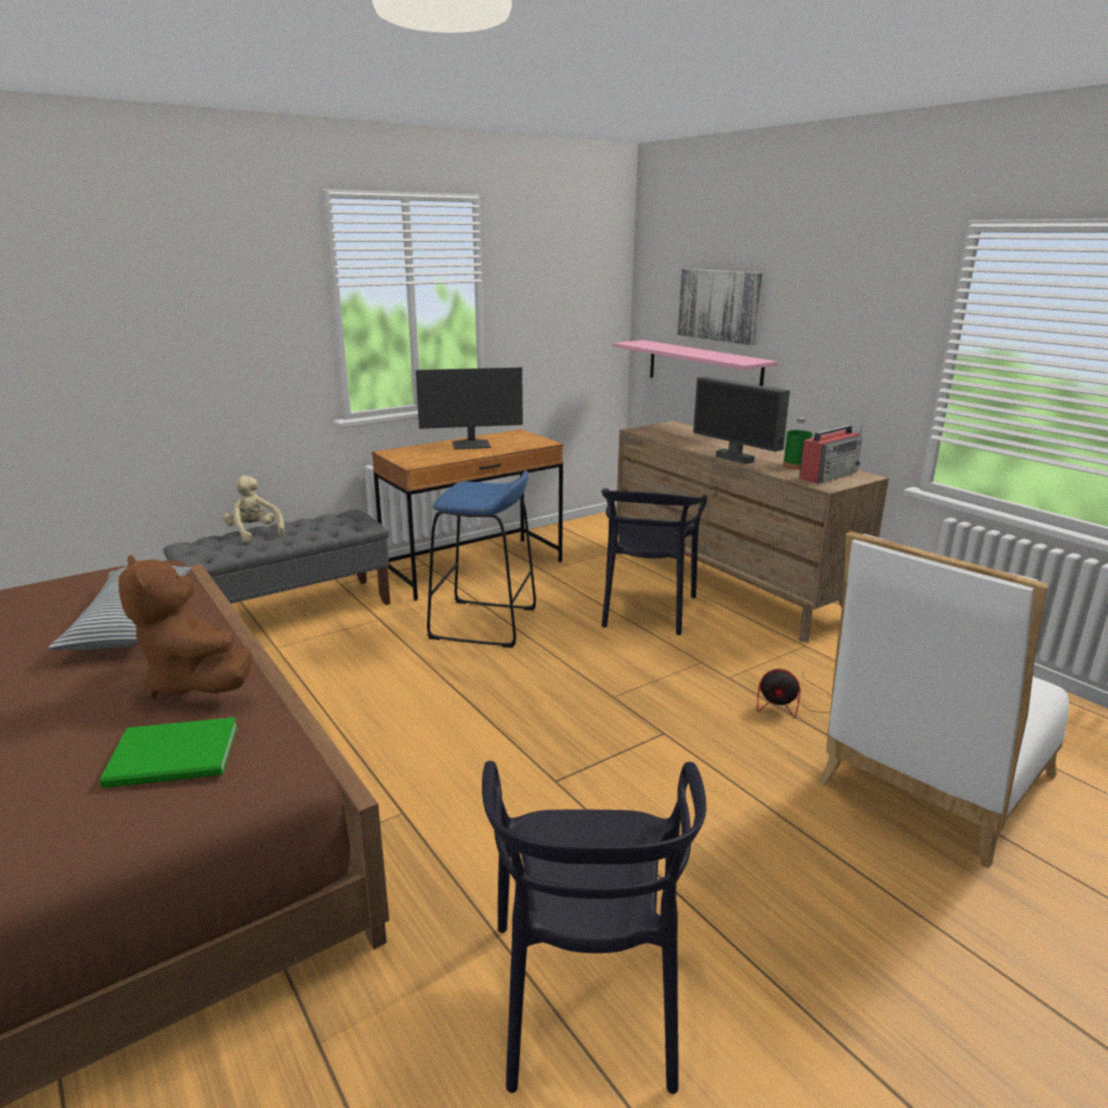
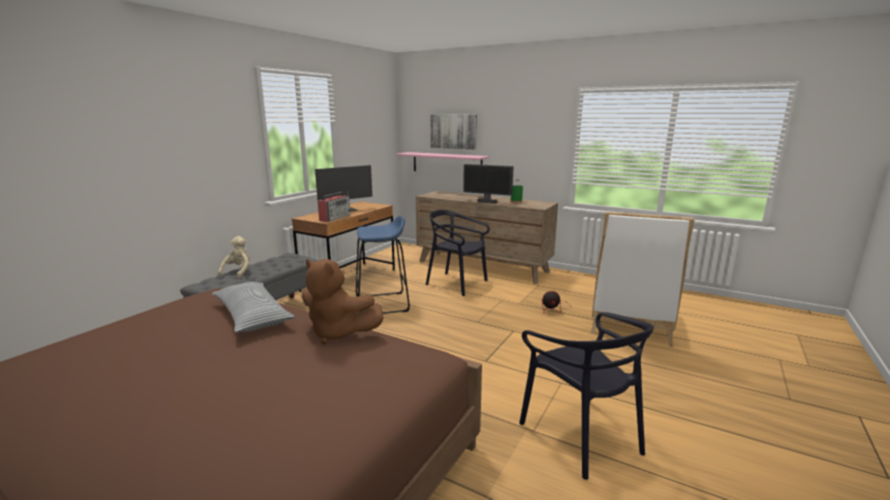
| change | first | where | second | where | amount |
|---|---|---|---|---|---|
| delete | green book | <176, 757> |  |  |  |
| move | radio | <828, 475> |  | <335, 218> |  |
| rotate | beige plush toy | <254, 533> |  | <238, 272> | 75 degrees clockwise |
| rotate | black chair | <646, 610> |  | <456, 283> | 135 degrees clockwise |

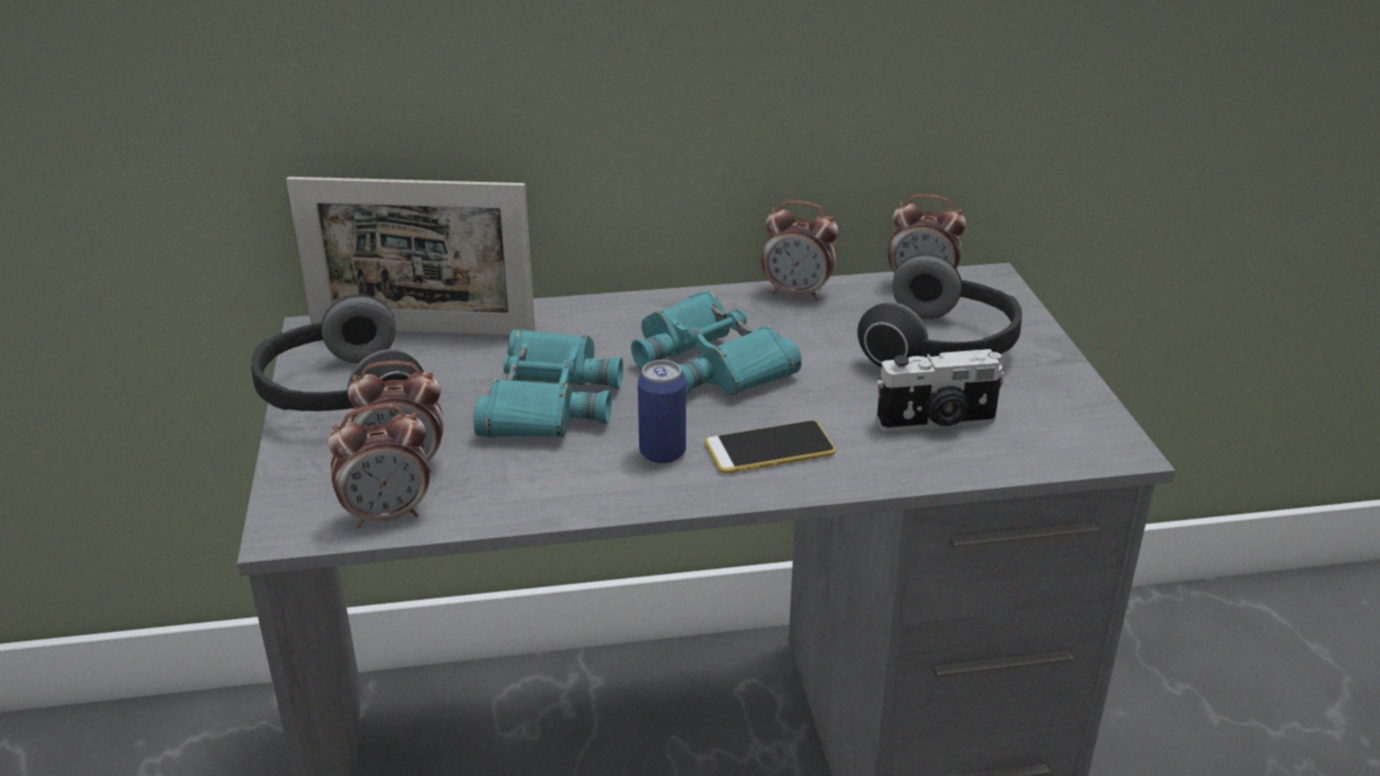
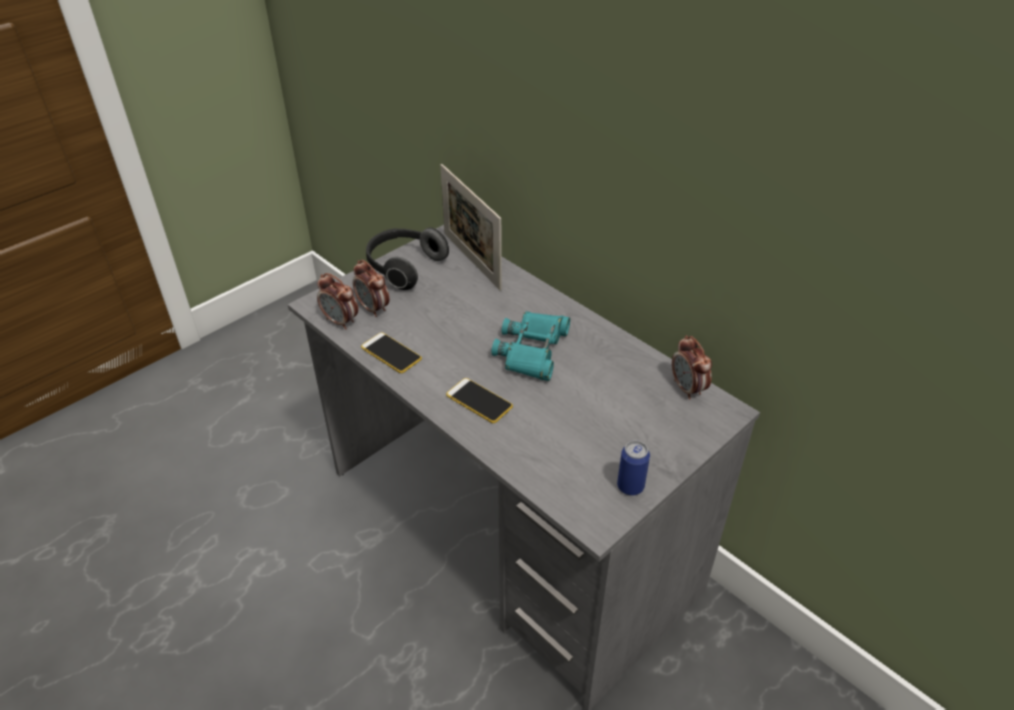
| change | first | where | second | where | amount |
|---|---|---|---|---|---|
| delete | turquoise binoculars | <548, 401> |  |  |  |
| delete | alarm clock | <797, 293> |  |  |  |
| delete | headphones | <942, 349> |  |  |  |
| delete | photo camera | <937, 423> |  |  |  |
| insert |  |  | phone | <391, 353> |  |
| move | can | <662, 453> |  | <630, 486> |  |

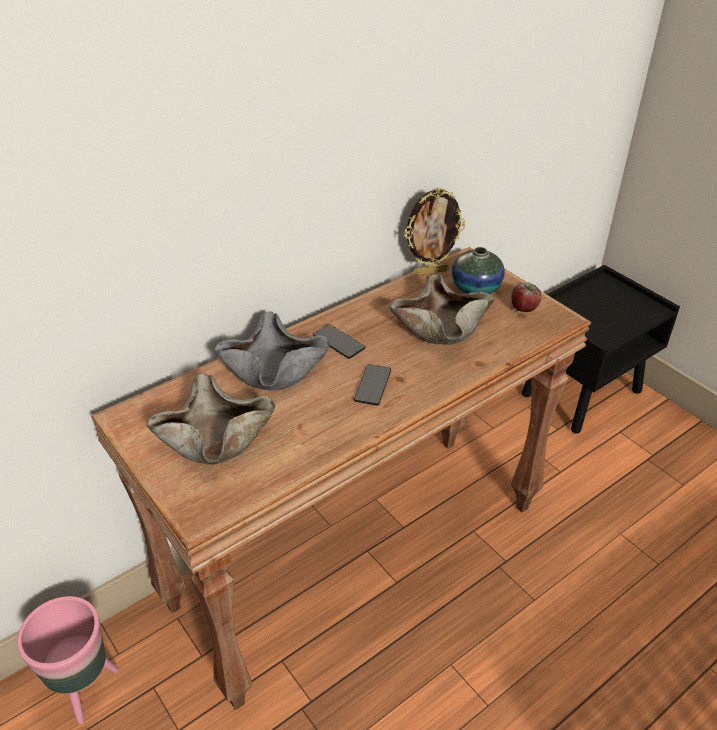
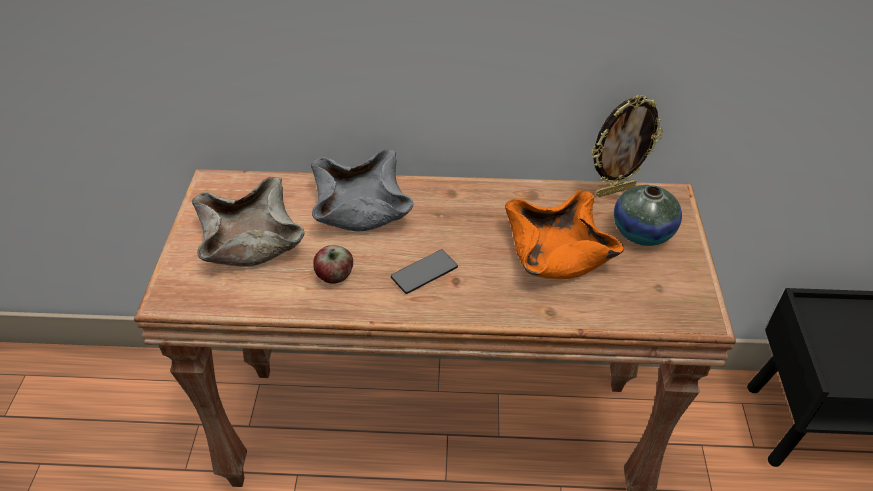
| change | first | where | second | where | amount |
|---|---|---|---|---|---|
| delete | pink planter | <85, 688> |  |  |  |
| delete | phone | <338, 342> |  |  |  |
| move | apple | <524, 308> |  | <335, 276> |  |
| recolor | beige bowl | <441, 327> | orange bowl | <556, 253> |  |
| rotate | picture frame | <430, 271> |  | <615, 190> | 45 degrees counterclockwise |

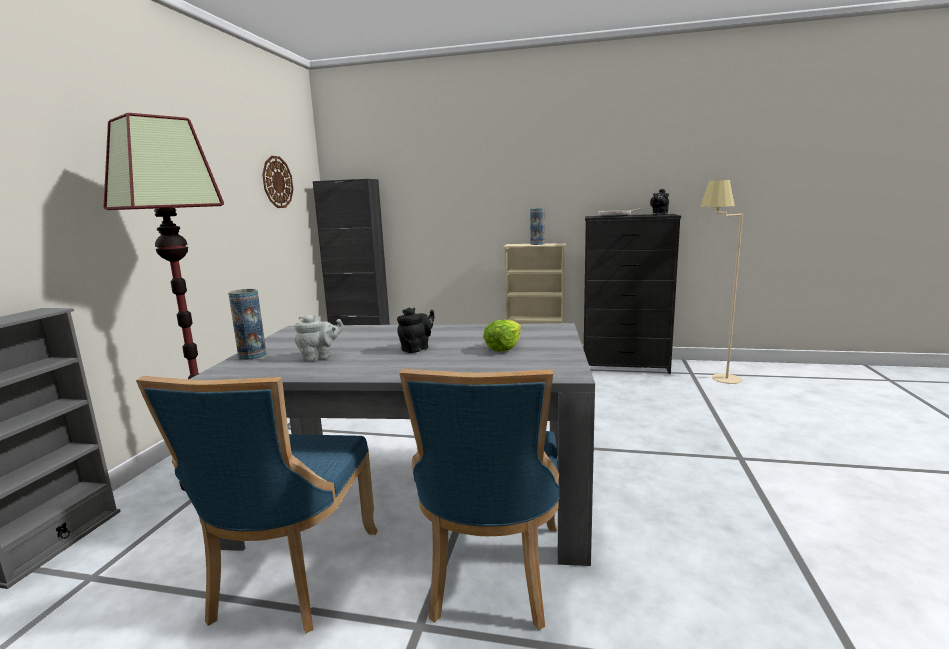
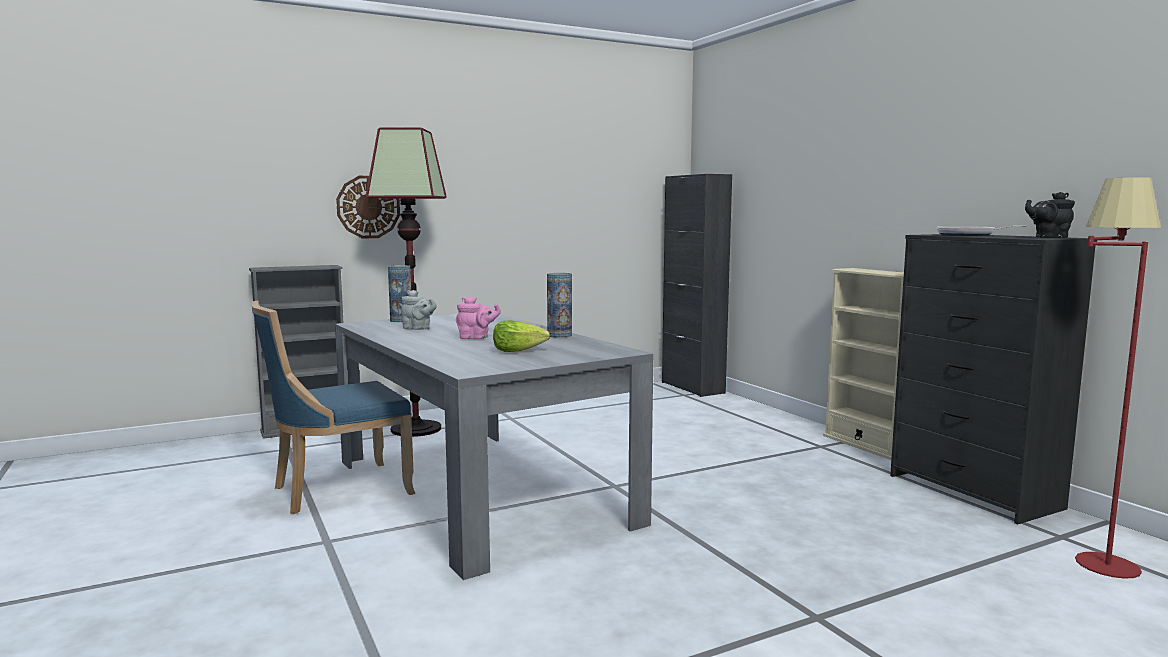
| change | first | where | second | where | amount |
|---|---|---|---|---|---|
| delete | blue chair | <492, 574> |  |  |  |
| move | wall clock | <277, 182> |  | <368, 207> |  |
| move | vase | <537, 244> |  | <559, 335> |  |
| recolor | black teapot | <417, 348> | pink teapot | <476, 338> |  |
| recolor | beige floor lamp | <713, 375> | red floor lamp | <1093, 553> |  |

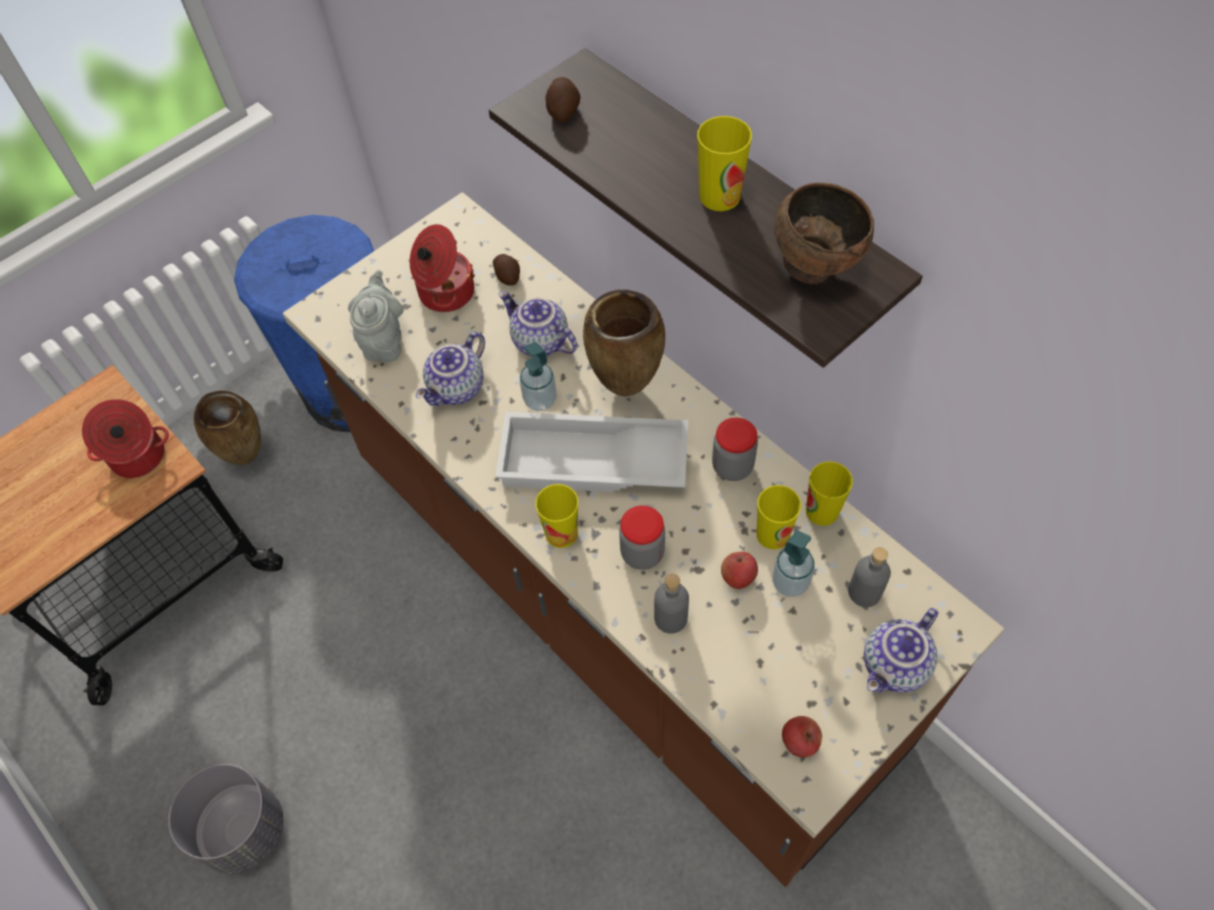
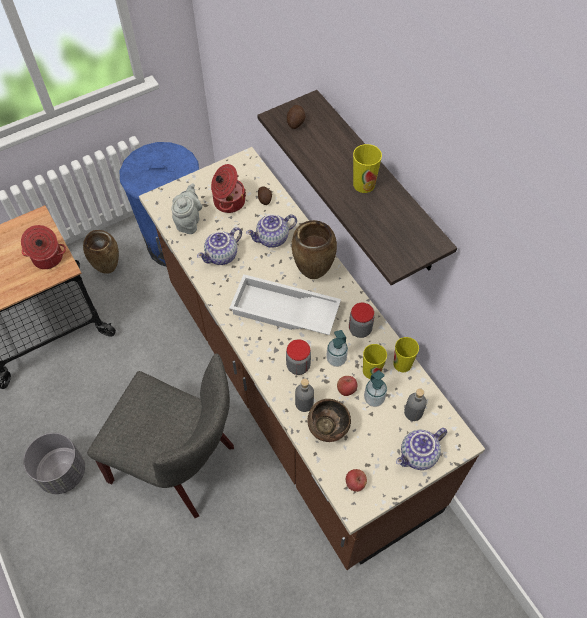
| change | first | where | second | where | amount |
|---|---|---|---|---|---|
| delete | cup | <561, 533> |  |  |  |
| insert |  |  | grey chair | <180, 464> |  |
| move | soap dispenser | <540, 400> |  | <336, 359> |  |
| move | brown bowl | <814, 267> |  | <327, 429> |  |
| rotate | teapot | <539, 342> |  | <272, 239> | 75 degrees counterclockwise |

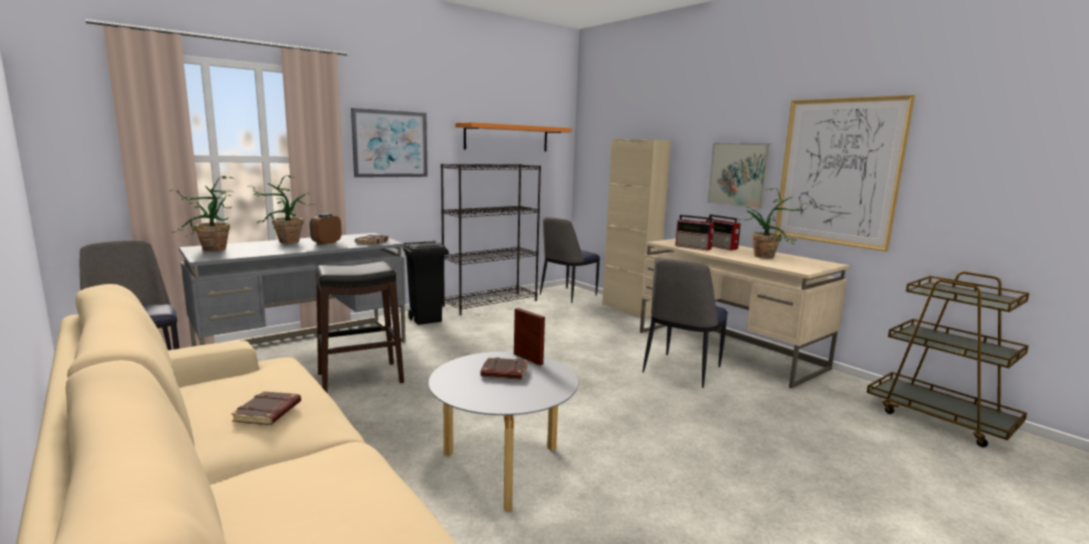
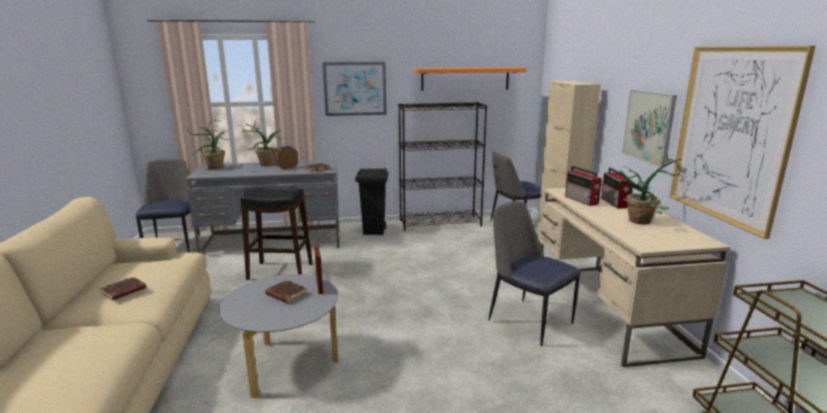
| change | first | where | second | where | amount |
|---|---|---|---|---|---|
| rotate | chair | <681, 371> |  | <528, 320> | 75 degrees clockwise |

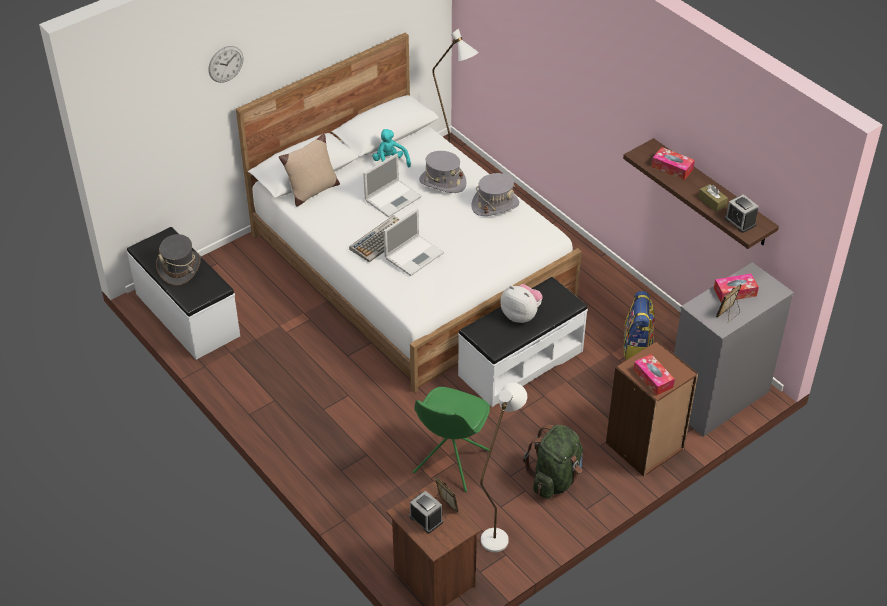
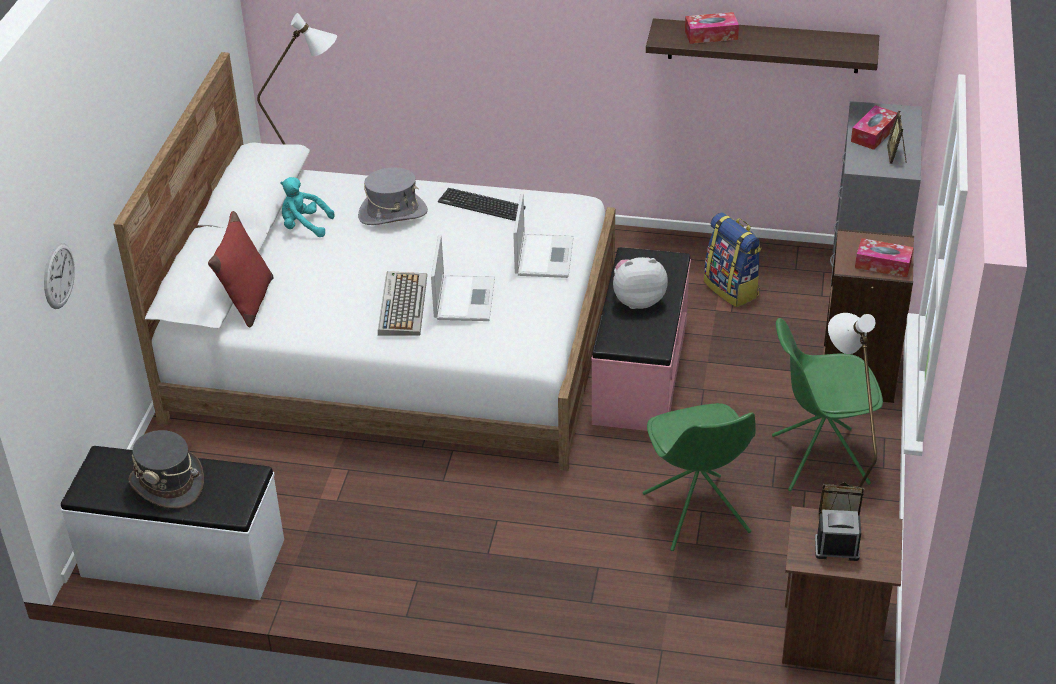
| change | first | where | second | where | amount |
|---|---|---|---|---|---|
| delete | brown tissue box | <712, 202> |  |  |  |
| delete | alarm clock | <740, 222> |  |  |  |
| move | wall clock | <225, 64> |  | <58, 276> |  |
| move | laptop | <393, 198> |  | <544, 255> |  |
| replace | grey hat | <495, 205> | keyboard | <481, 205> |  |
| replace | green backpack | <555, 478> | green chair | <817, 459> |  |
| recolor | beige pillow | <312, 191> | red pillow | <248, 302> |  |
| recolor | white bench | <520, 363> | pink bench | <639, 372> |  |

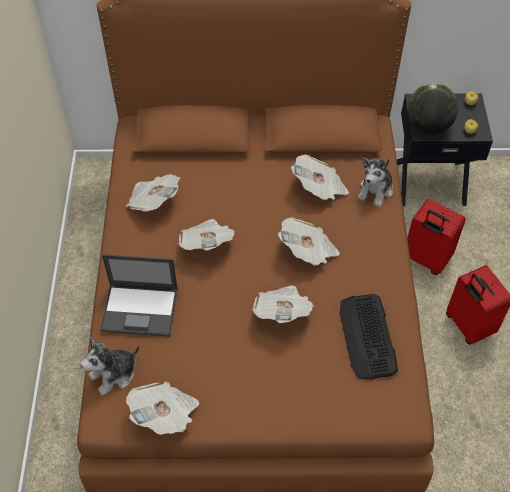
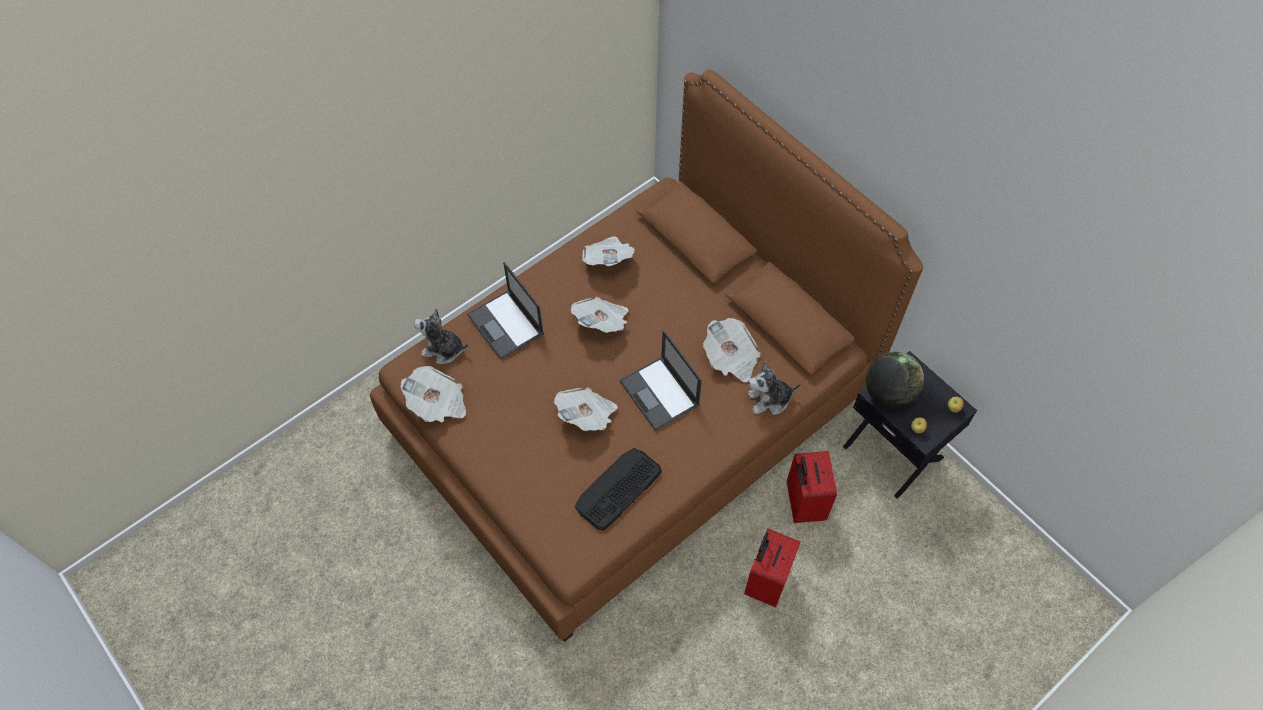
| change | first | where | second | where | amount |
|---|---|---|---|---|---|
| replace | newspaper | <308, 251> | laptop | <660, 394> |  |

